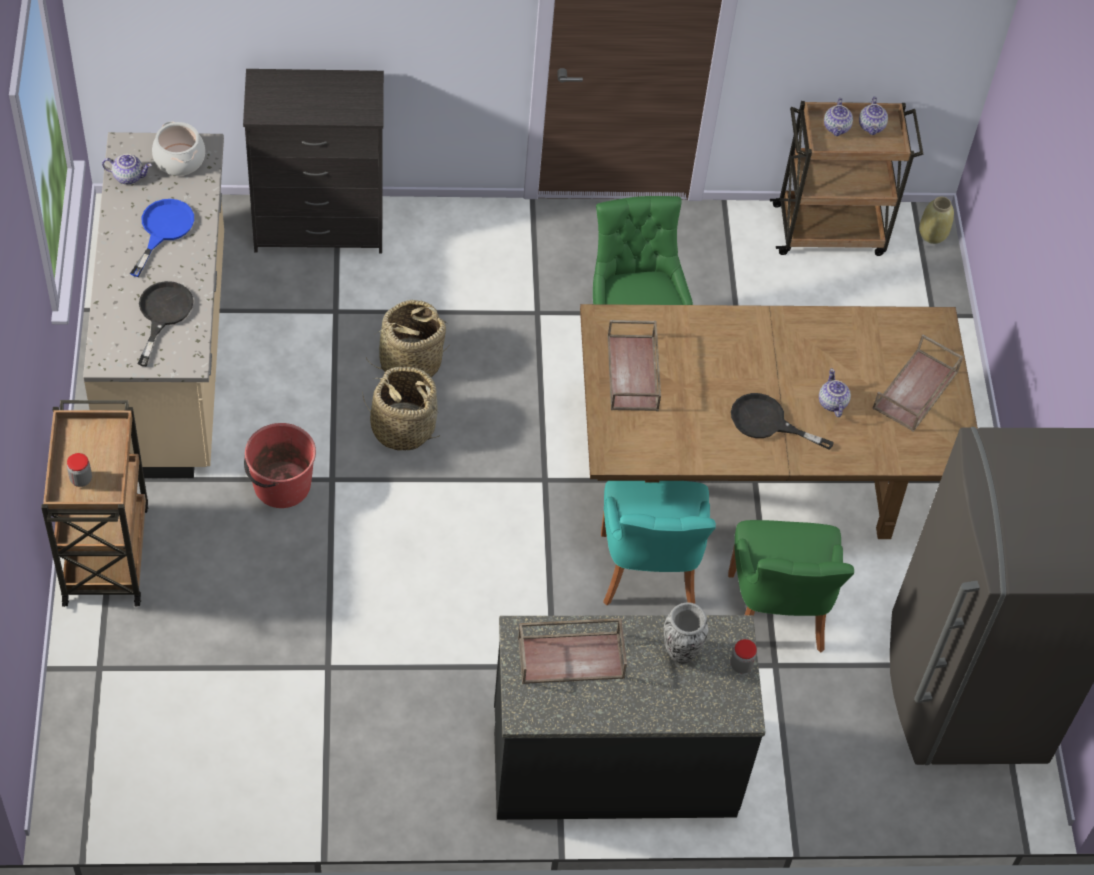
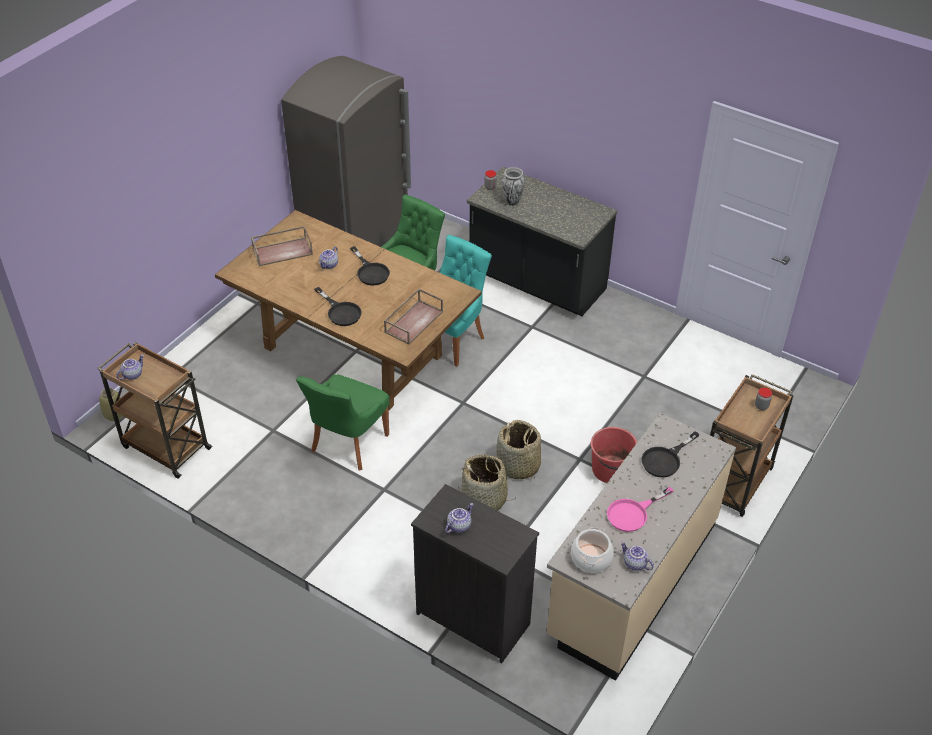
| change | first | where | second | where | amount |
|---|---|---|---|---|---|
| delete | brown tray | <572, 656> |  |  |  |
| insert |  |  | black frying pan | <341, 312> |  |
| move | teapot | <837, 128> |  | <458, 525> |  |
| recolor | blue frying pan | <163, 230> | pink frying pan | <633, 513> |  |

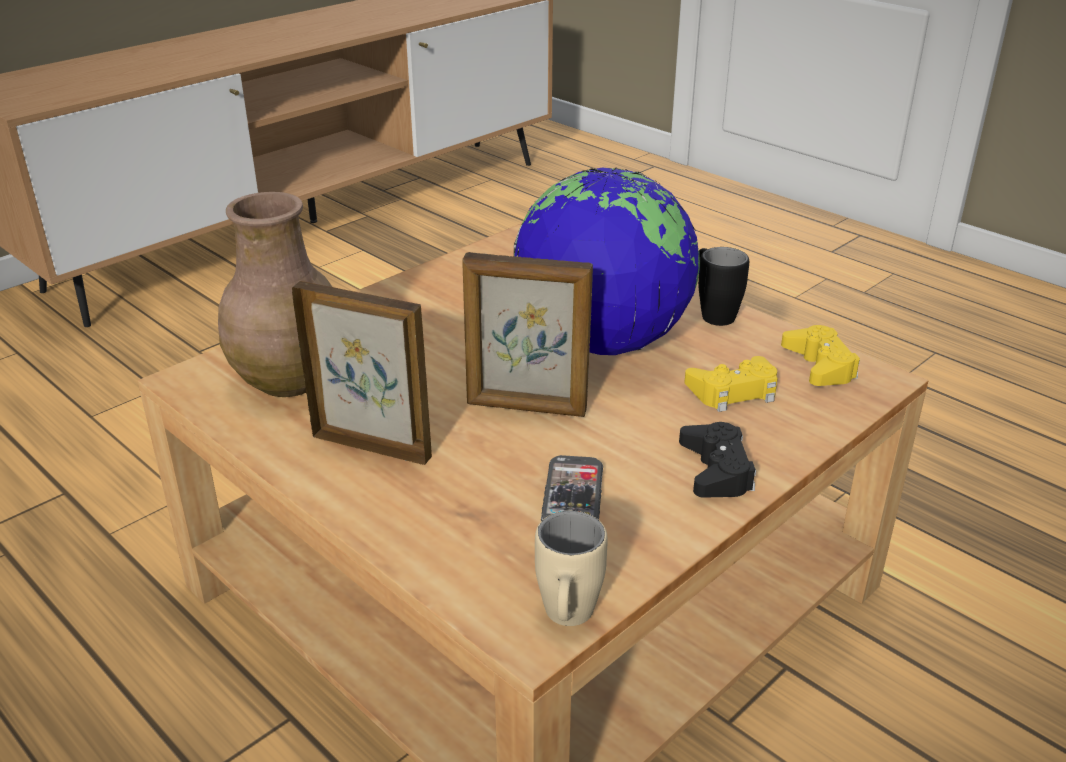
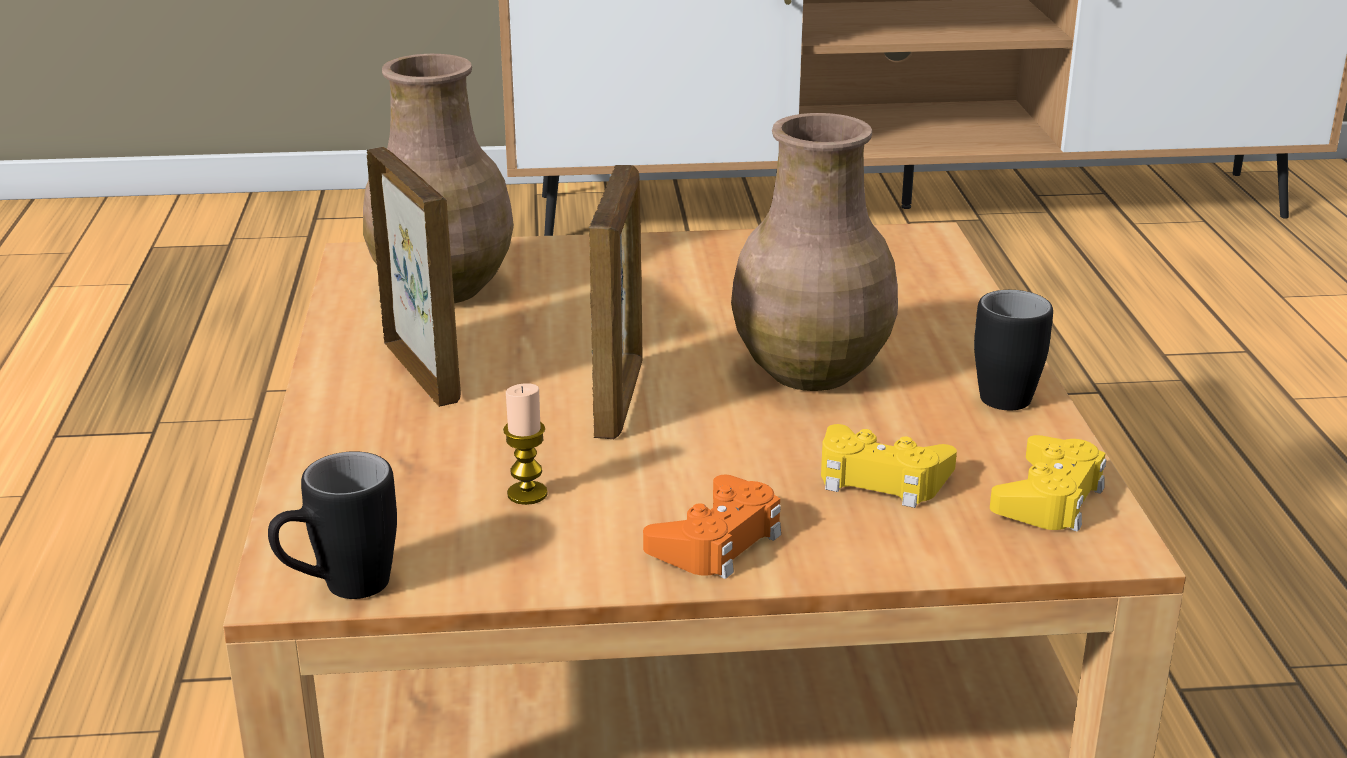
| change | first | where | second | where | amount |
|---|---|---|---|---|---|
| replace | globe | <602, 342> | brown vase | <812, 371> |  |
| replace | phone | <572, 496> | candle | <527, 494> |  |
| recolor | beige mug | <567, 621> | black mug | <339, 590> |  |
| recolor | black game controller | <716, 470> | orange game controller | <717, 541> |  |
| rotate | picture frame | <526, 408> |  | <619, 399> | 135 degrees counterclockwise |

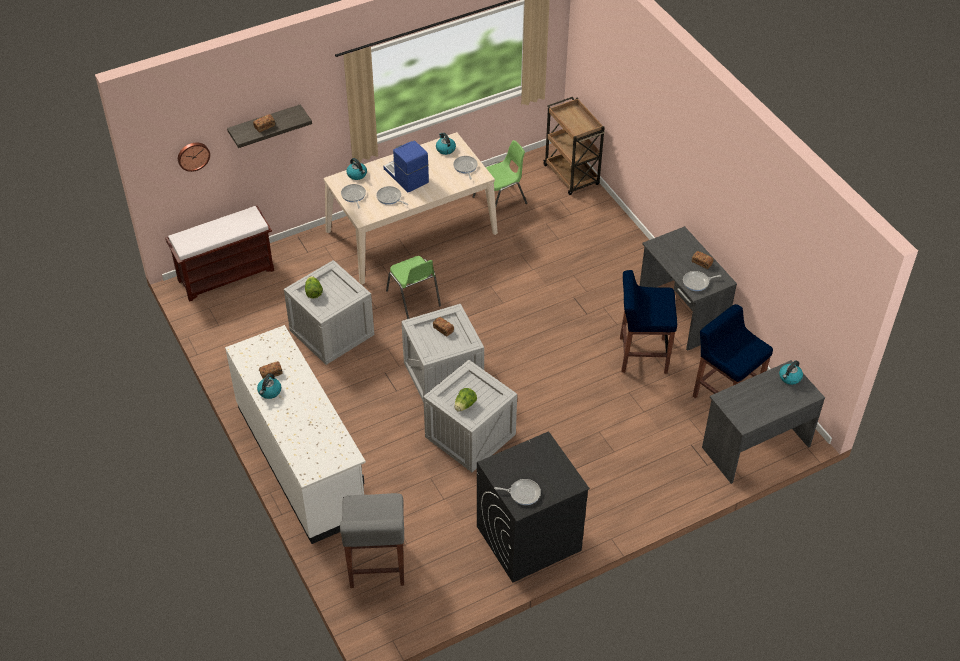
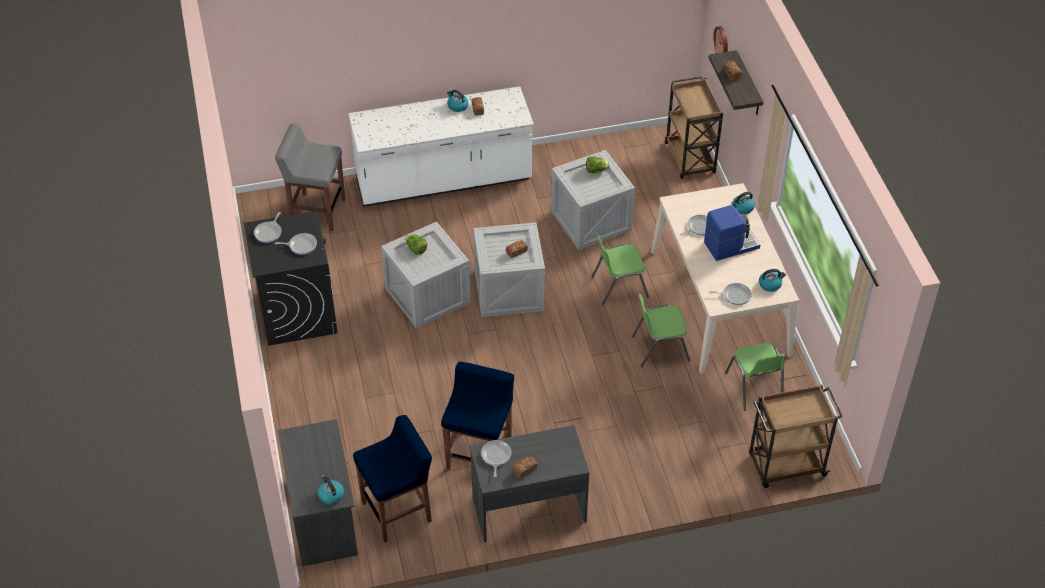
| change | first | where | second | where | amount |
|---|---|---|---|---|---|
| insert |  |  | green chair | <659, 348> |  |
| move | frying pan | <353, 196> |  | <301, 245> |  |
| replace | brown bench | <227, 274> | brown cart | <690, 159> |  |

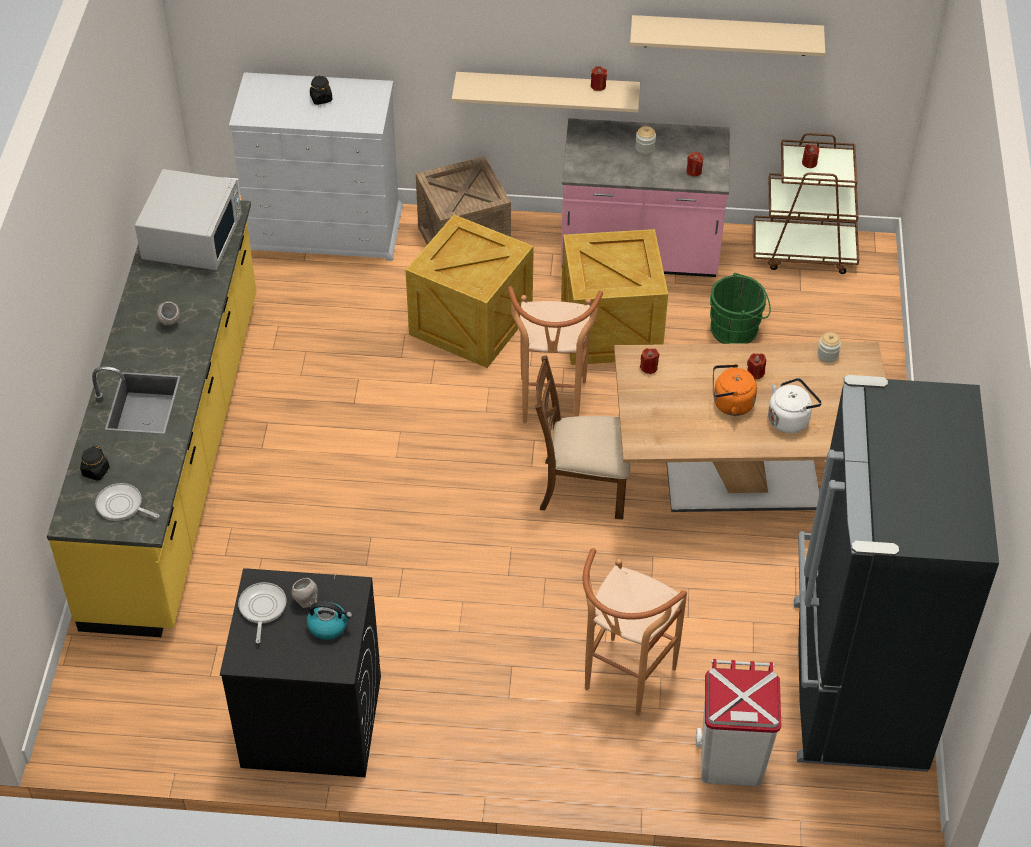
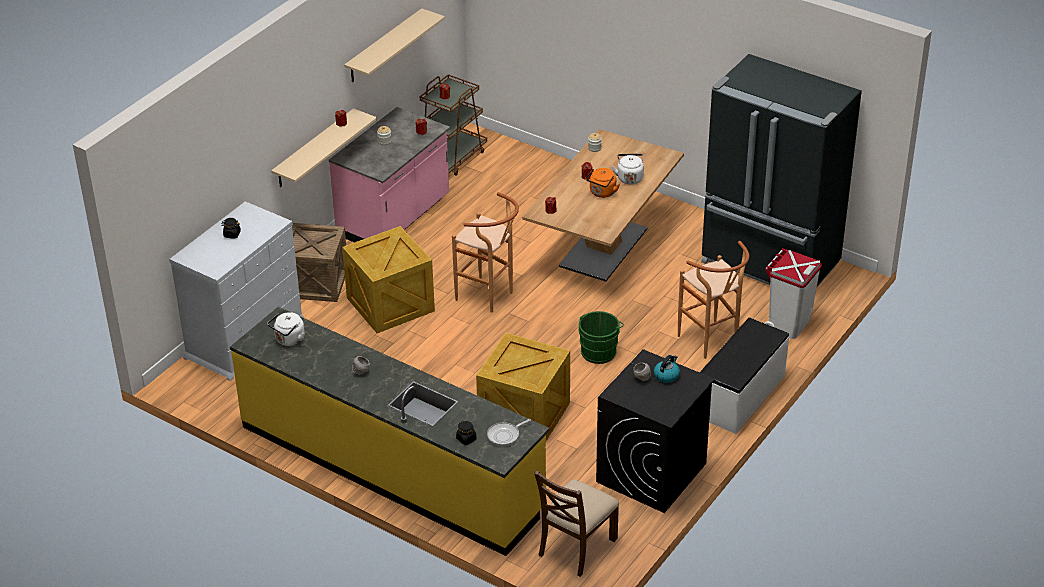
| change | first | where | second | where | amount |
|---|---|---|---|---|---|
| delete | frying pan | <262, 608> |  |  |  |
| insert |  |  | white bench | <741, 396> |  |
| move | brown chair | <582, 487> |  | <576, 547> |  |
| move | crate | <609, 328> |  | <522, 415> |  |
| move | green bucket | <737, 330> |  | <599, 351> |  |
| replace | white microwave | <193, 237> | white kettle | <289, 340> |  |

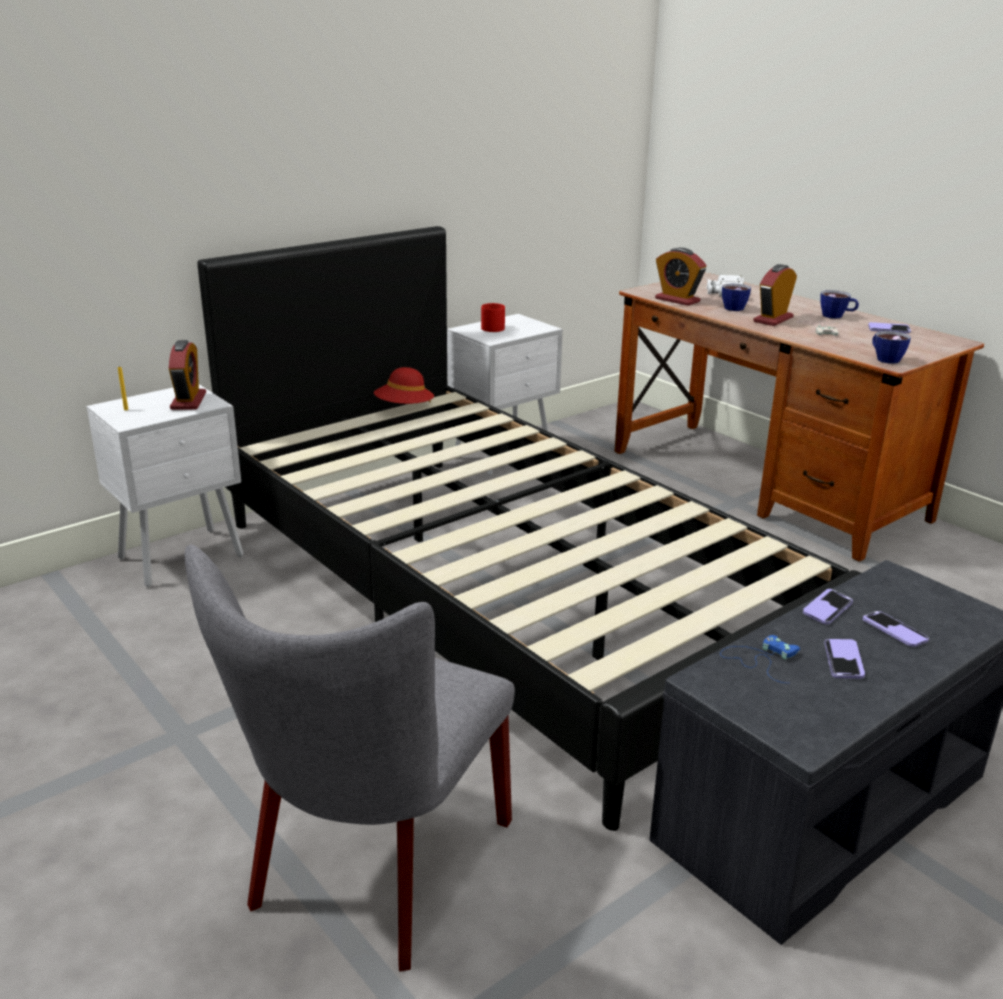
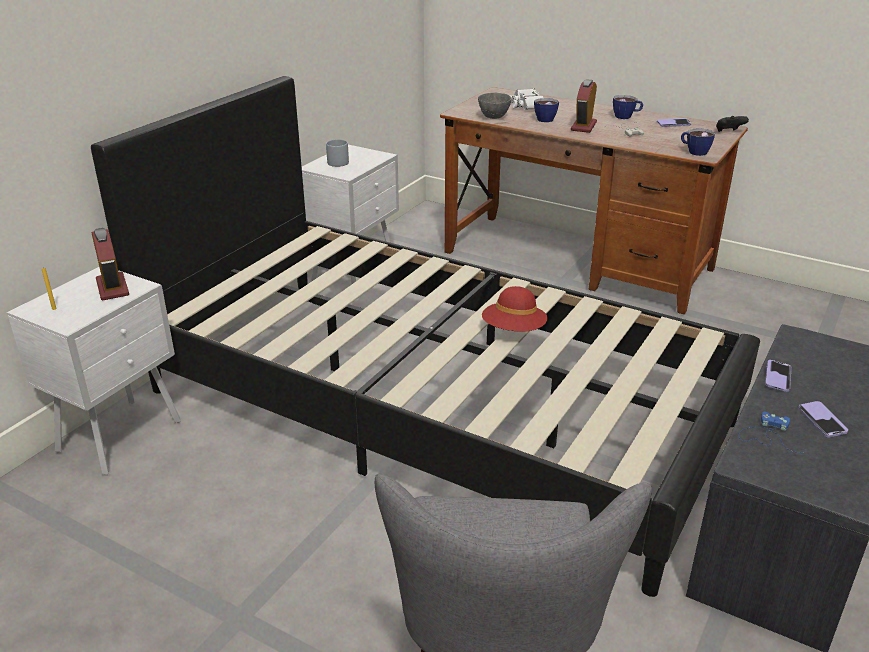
| change | first | where | second | where | amount |
|---|---|---|---|---|---|
| delete | phone | <894, 630> |  |  |  |
| insert |  |  | black game controller | <728, 132> |  |
| move | red hat | <404, 408> |  | <514, 330> |  |
| replace | alarm clock | <677, 300> | grey bowl | <494, 117> |  |
| recolor | red mug | <492, 327> | grey mug | <336, 161> |  |

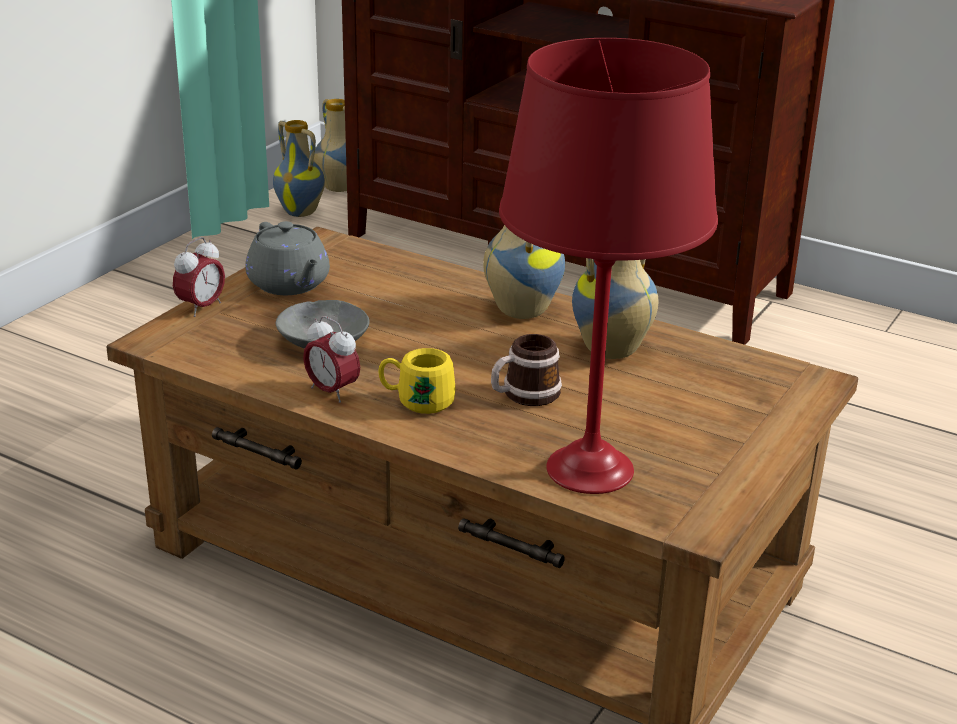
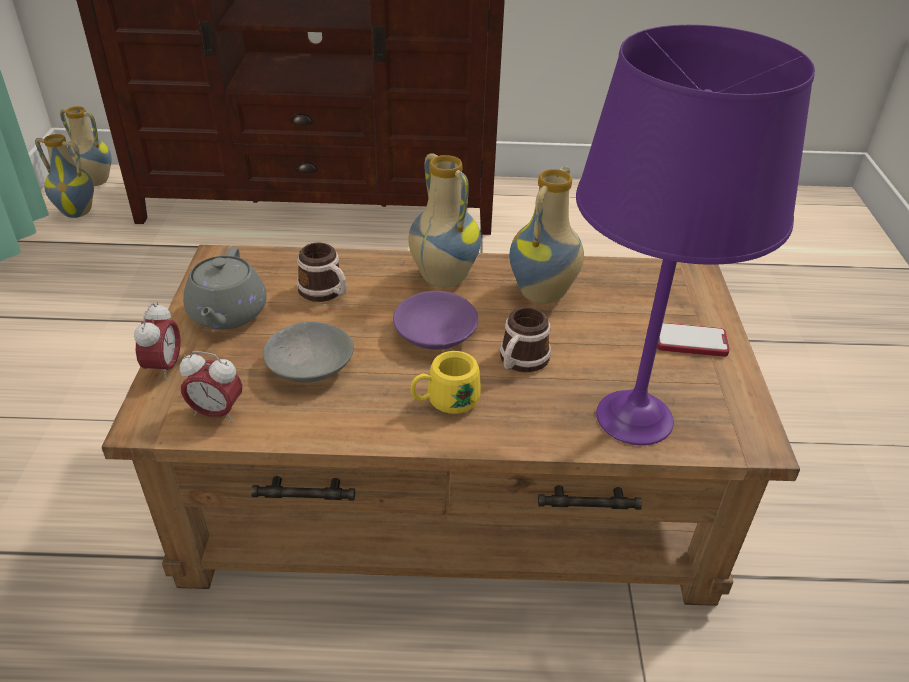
| change | first | where | second | where | amount |
|---|---|---|---|---|---|
| insert |  |  | mug | <326, 292> |  |
| insert |  |  | purple bowl | <436, 335> |  |
| insert |  |  | phone | <690, 341> |  |
| move | alarm clock | <332, 392> |  | <216, 413> |  |
| recolor | red table lamp | <590, 470> | purple table lamp | <635, 418> |  |
| rotate | grey teapot | <289, 284> |  | <227, 314> | 60 degrees clockwise |

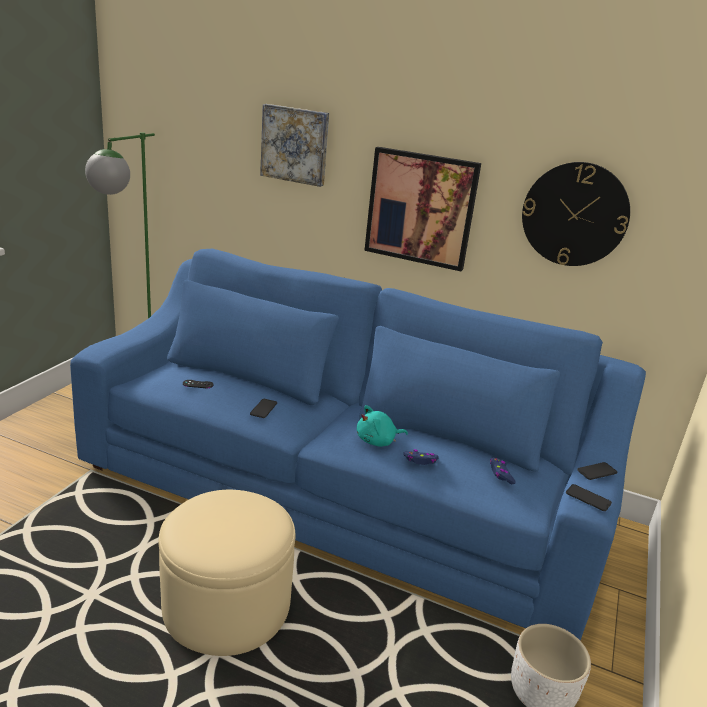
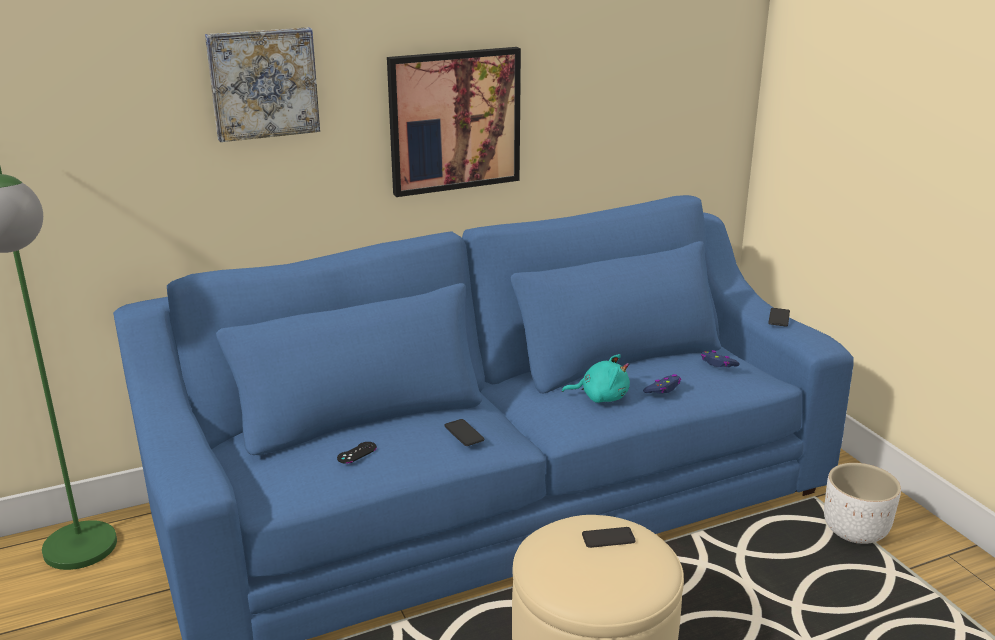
| change | first | where | second | where | amount |
|---|---|---|---|---|---|
| delete | wall clock | <574, 214> |  |  |  |
| move | phone | <588, 498> |  | <608, 538> |  |
| rotate | turquoise plush toy | <378, 441> |  | <601, 397> | 105 degrees counterclockwise |

